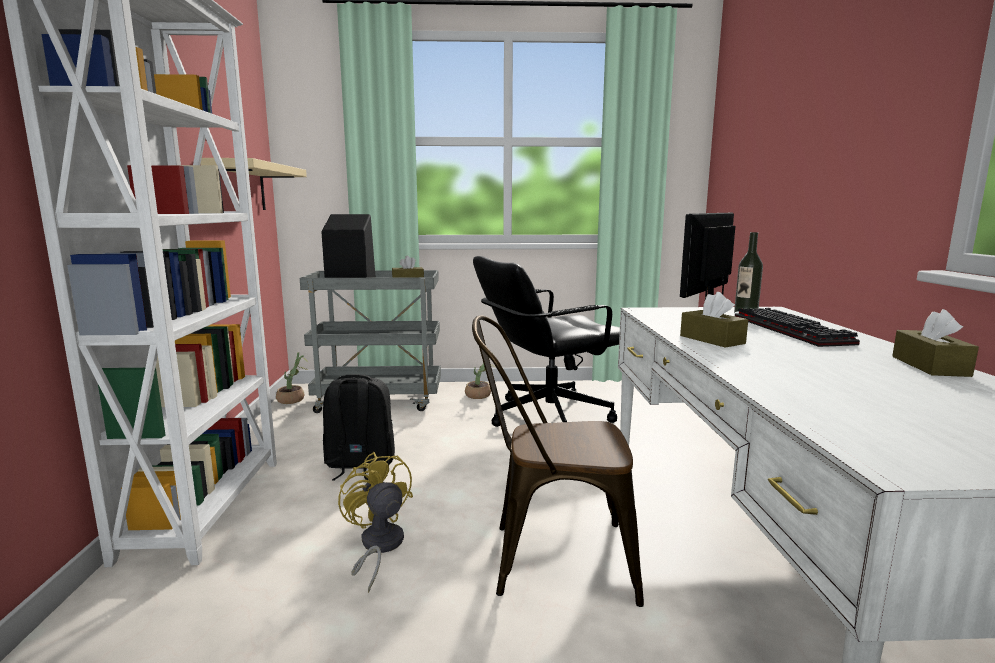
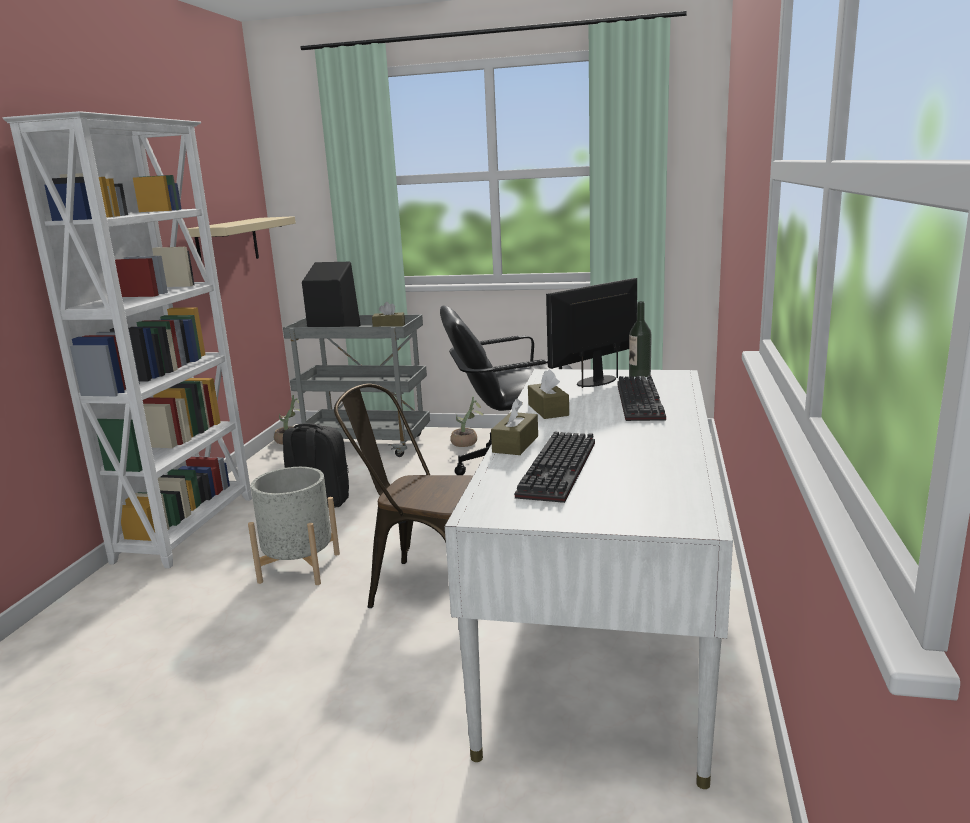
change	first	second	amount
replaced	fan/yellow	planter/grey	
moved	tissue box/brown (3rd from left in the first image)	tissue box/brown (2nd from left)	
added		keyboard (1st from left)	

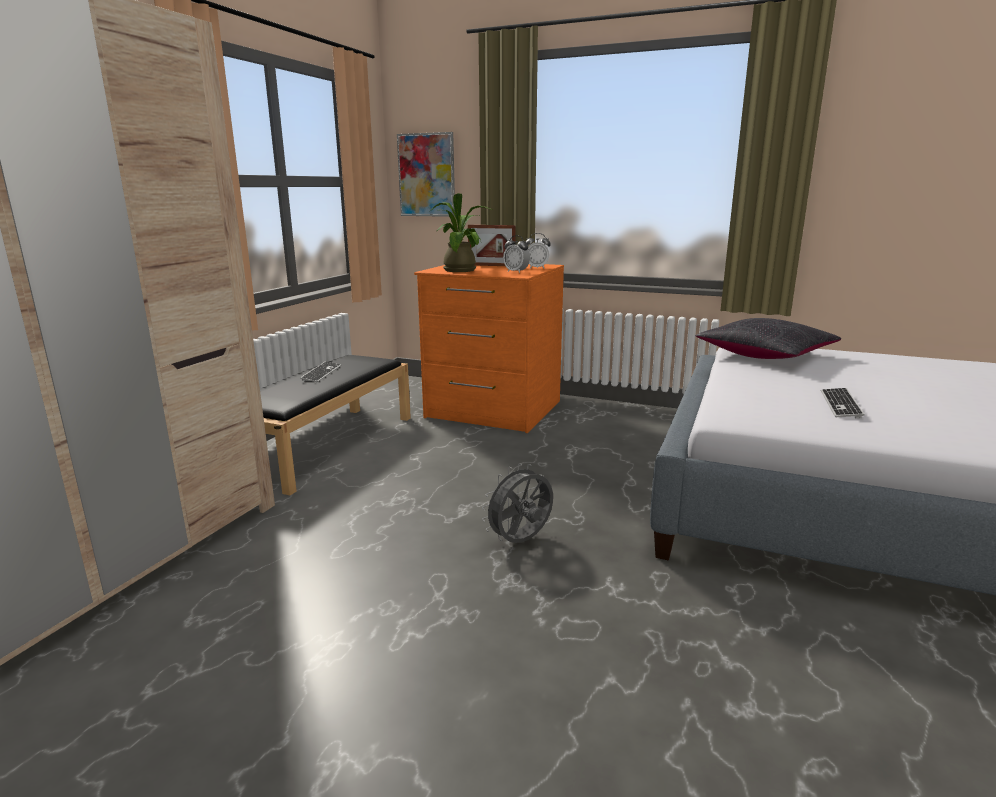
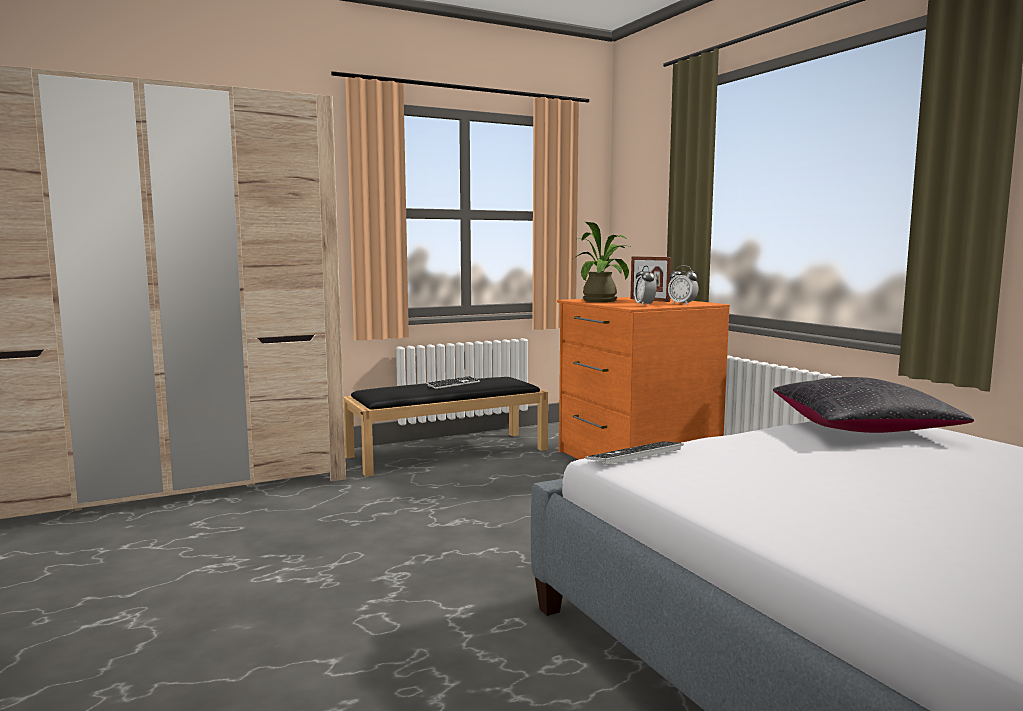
change	first	second	amount
moved	keyboard (2nd from left)		
removed	picture		
removed	fan/grey		

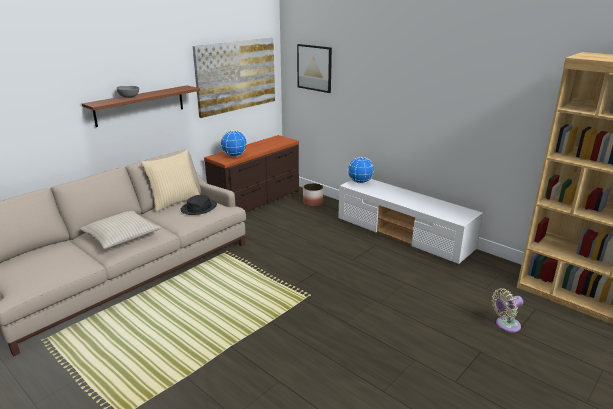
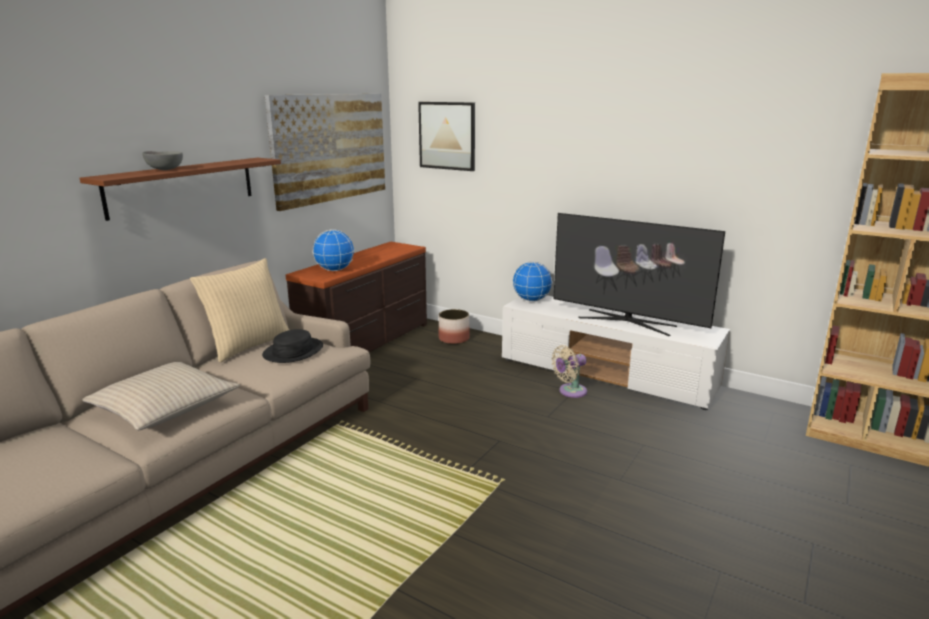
change	first	second	amount
moved	fan/beige		
added		television	

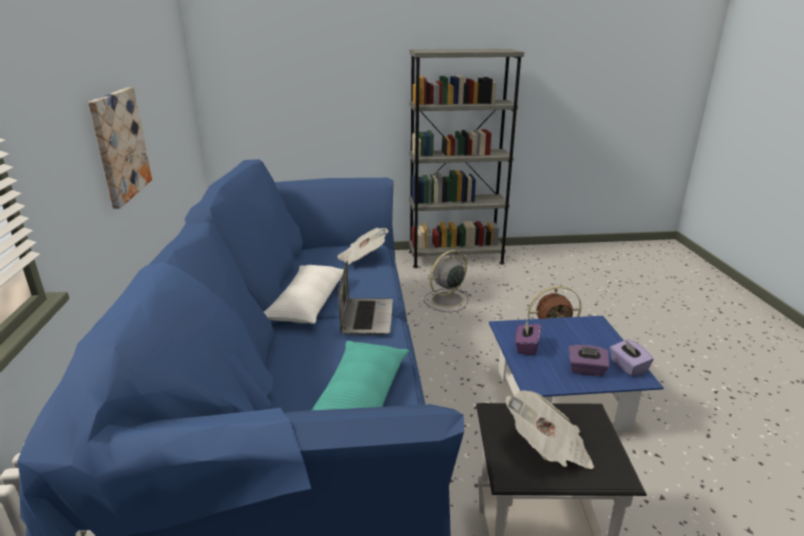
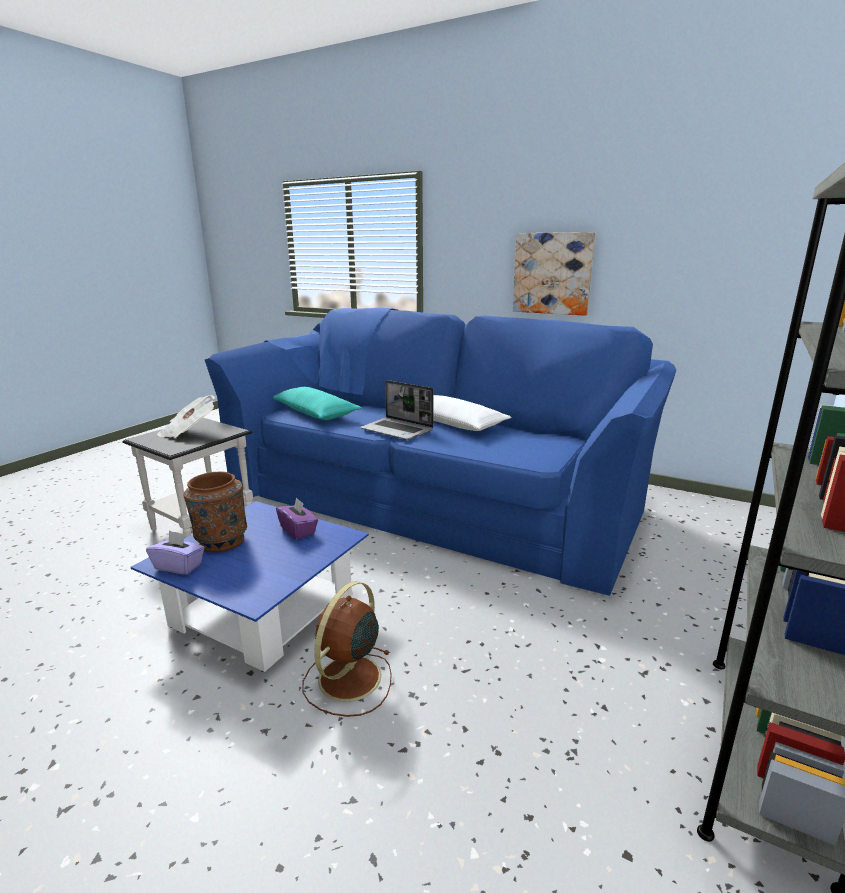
change	first	second	amount
replaced	tissue box/purple (2nd from left)	vase/brown	
removed	newspaper (1st from left)		
removed	fan/grey		

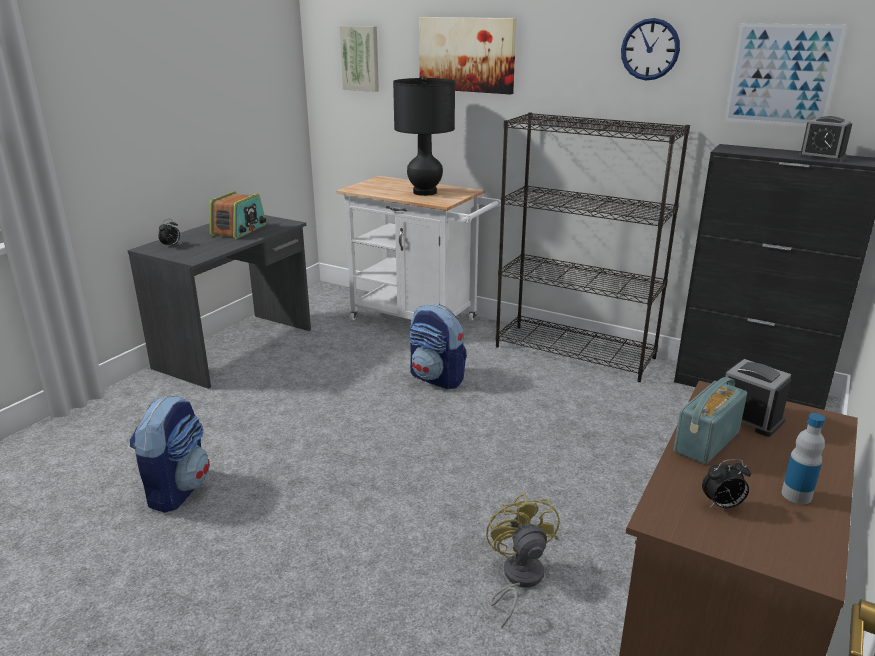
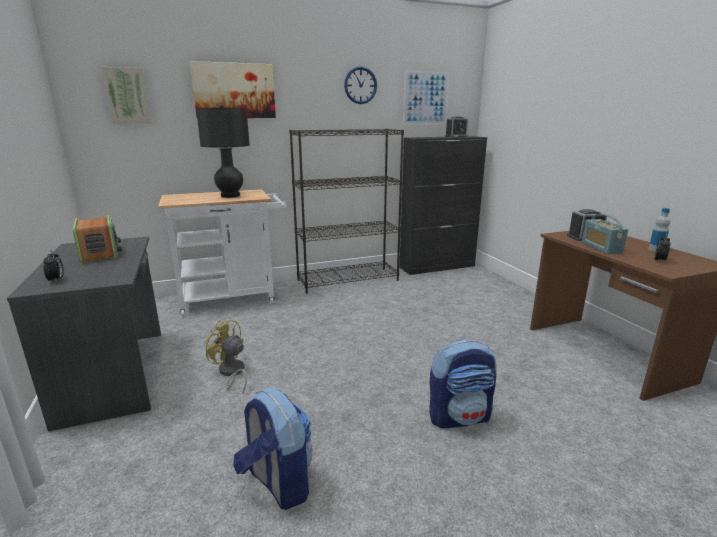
change	first	second	amount
moved	fan/yellow		
moved	backpack (2nd from left)		

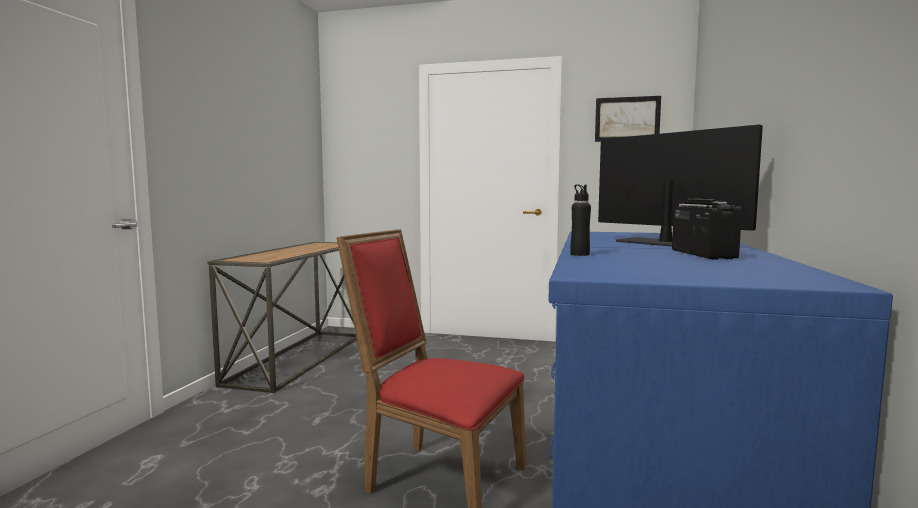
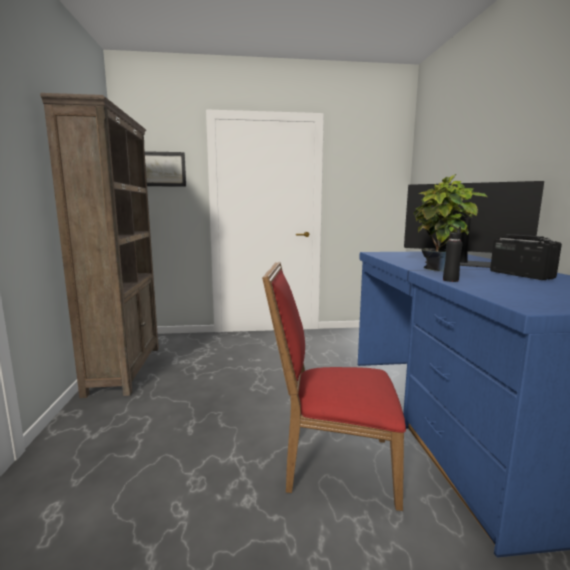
change	first	second	amount
replaced	console table	bookcase/brown	
moved	picture		
added		potted plant	

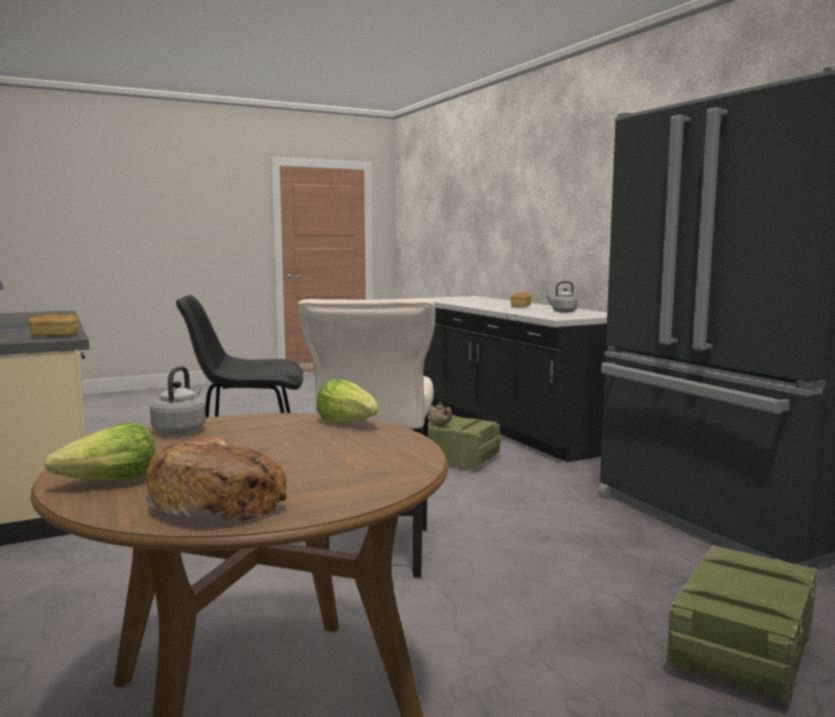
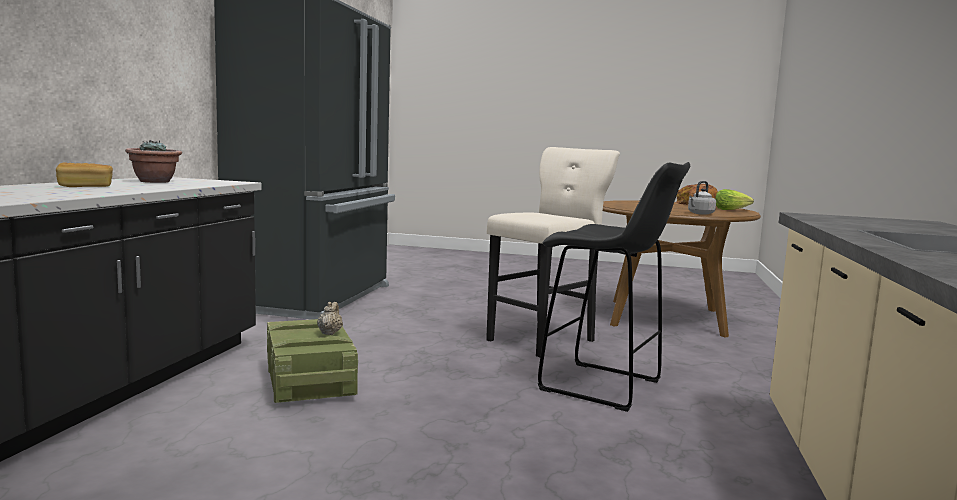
change	first	second	amount
replaced	kettle/grey (2nd from left)	potted plant	
removed	bread (1st from left)		
removed	lettuce (2nd from left)		
removed	crate (2nd from left)		

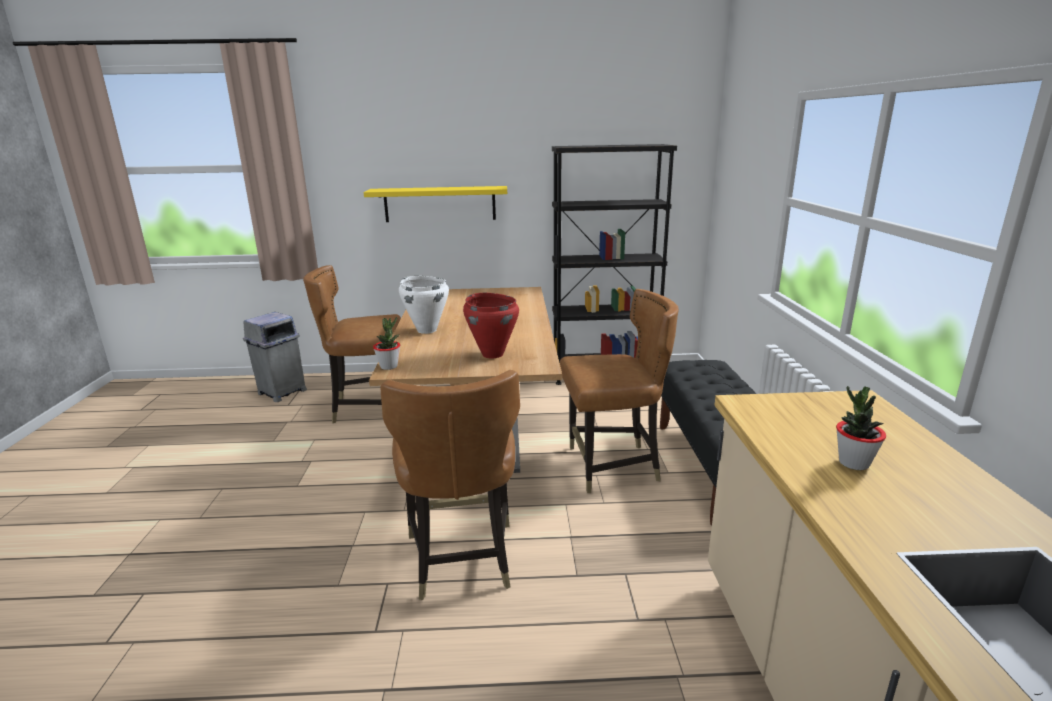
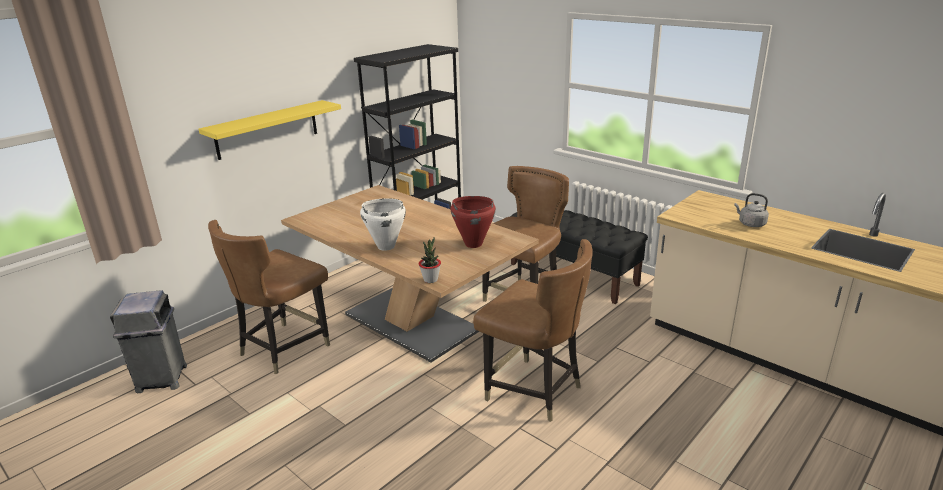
change	first	second	amount
replaced	potted plant (2nd from left)	kettle/grey	

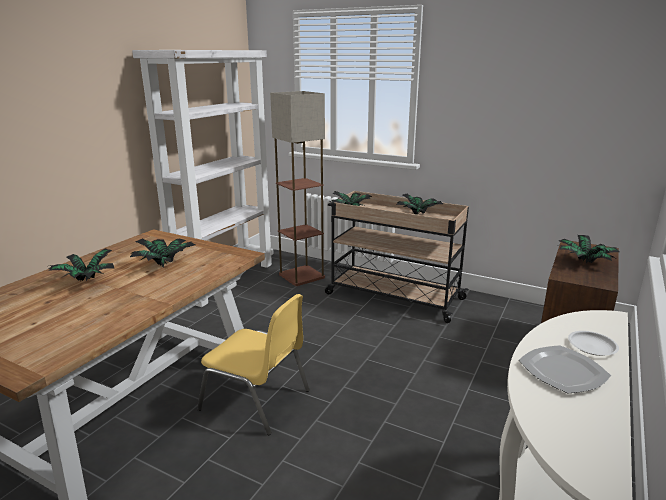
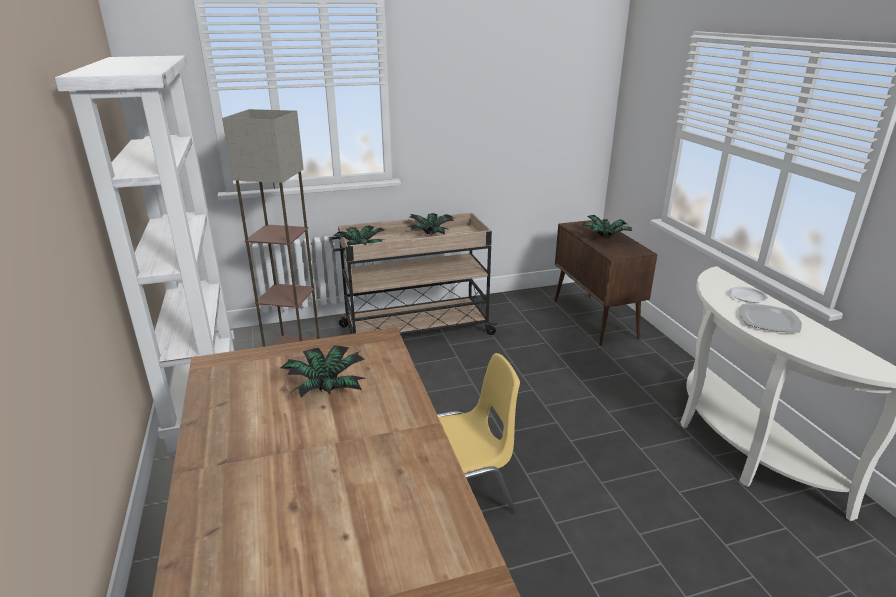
change	first	second	amount
removed	potted plant (1st from left)		

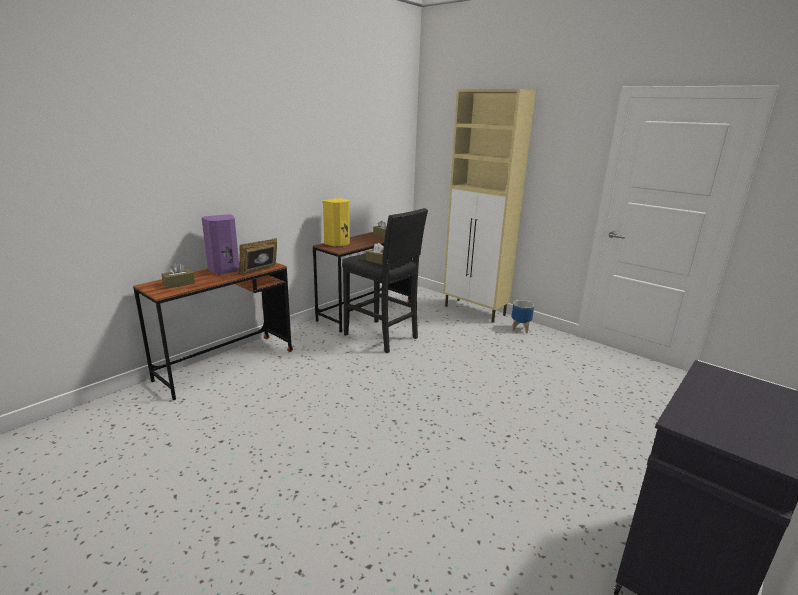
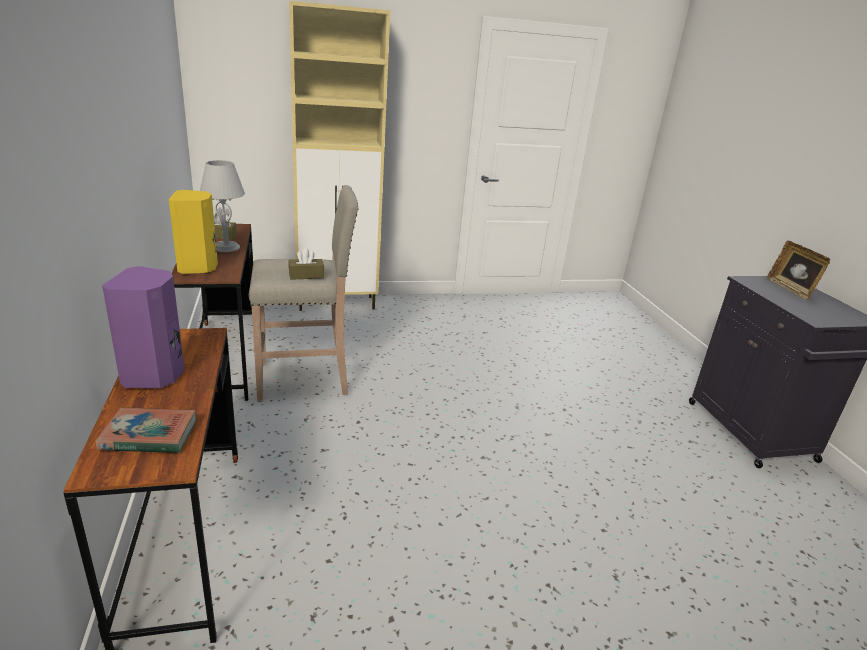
change	first	second	amount
replaced	tissue box/brown (1st from left)	book	
added		table lamp/grey	
recoloured	stool/black	stool/beige	
moved	picture frame		
removed	planter		

